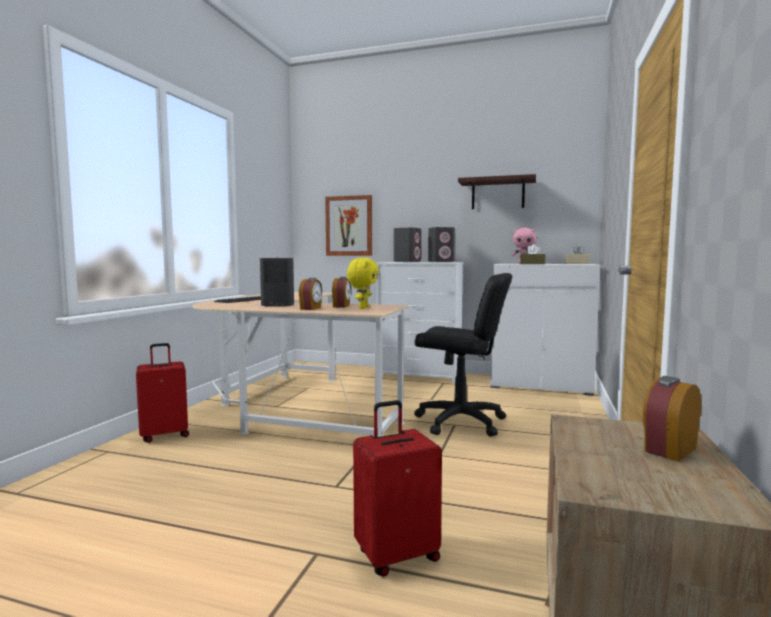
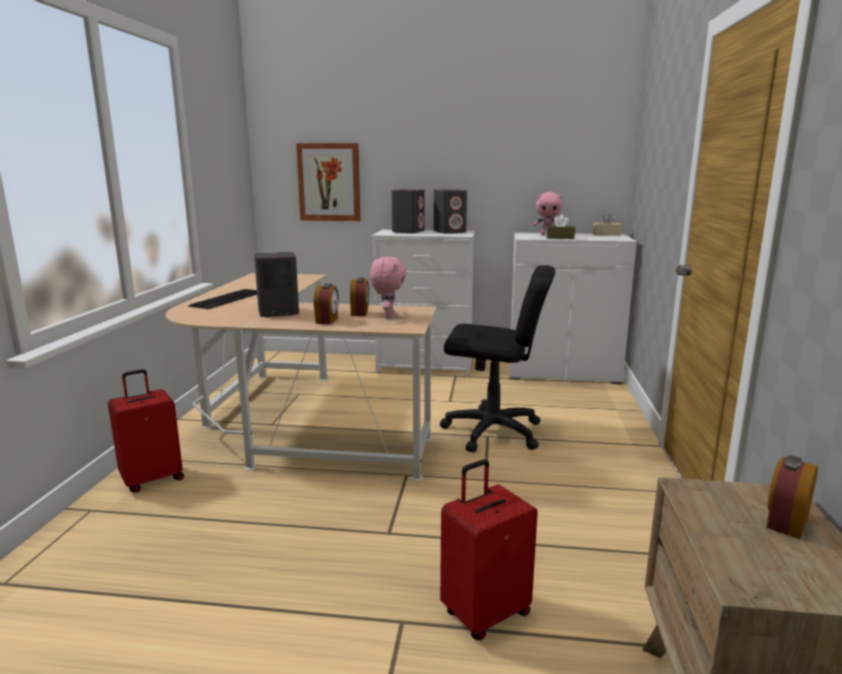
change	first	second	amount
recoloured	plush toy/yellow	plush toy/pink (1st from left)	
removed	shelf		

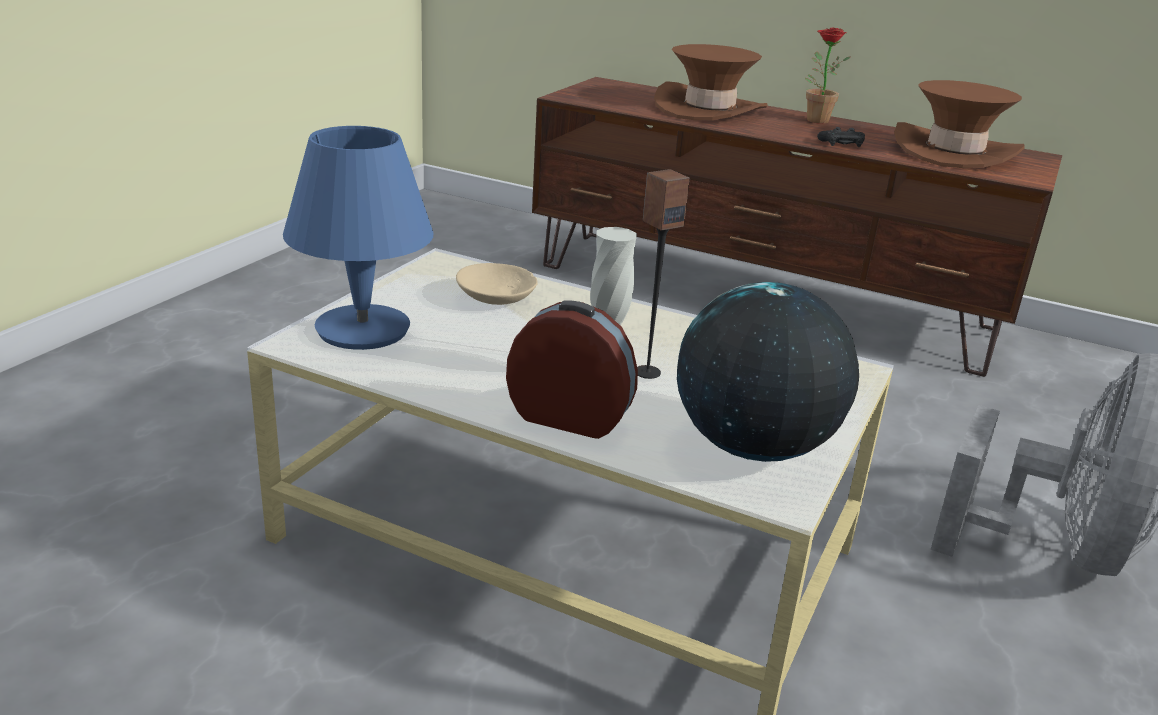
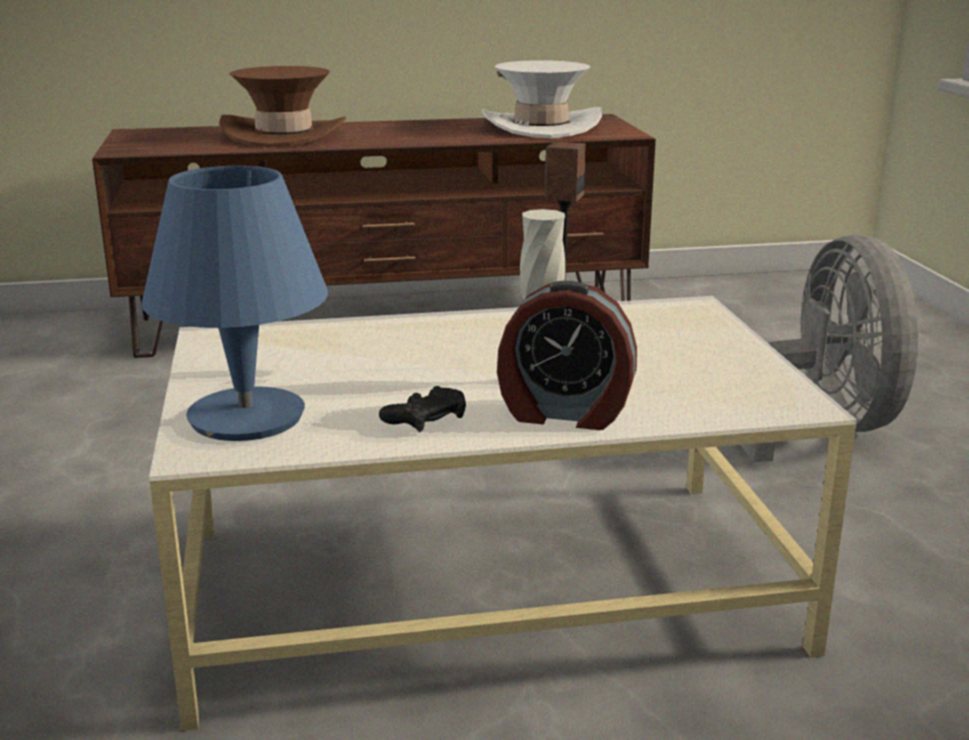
change	first	second	amount
moved	game controller/black		
recoloured	hat/brown (2nd from left)	hat/white	
turned	alarm clock		150 degrees counterclockwise
removed	bowl/beige		
removed	globe		
removed	potted plant		

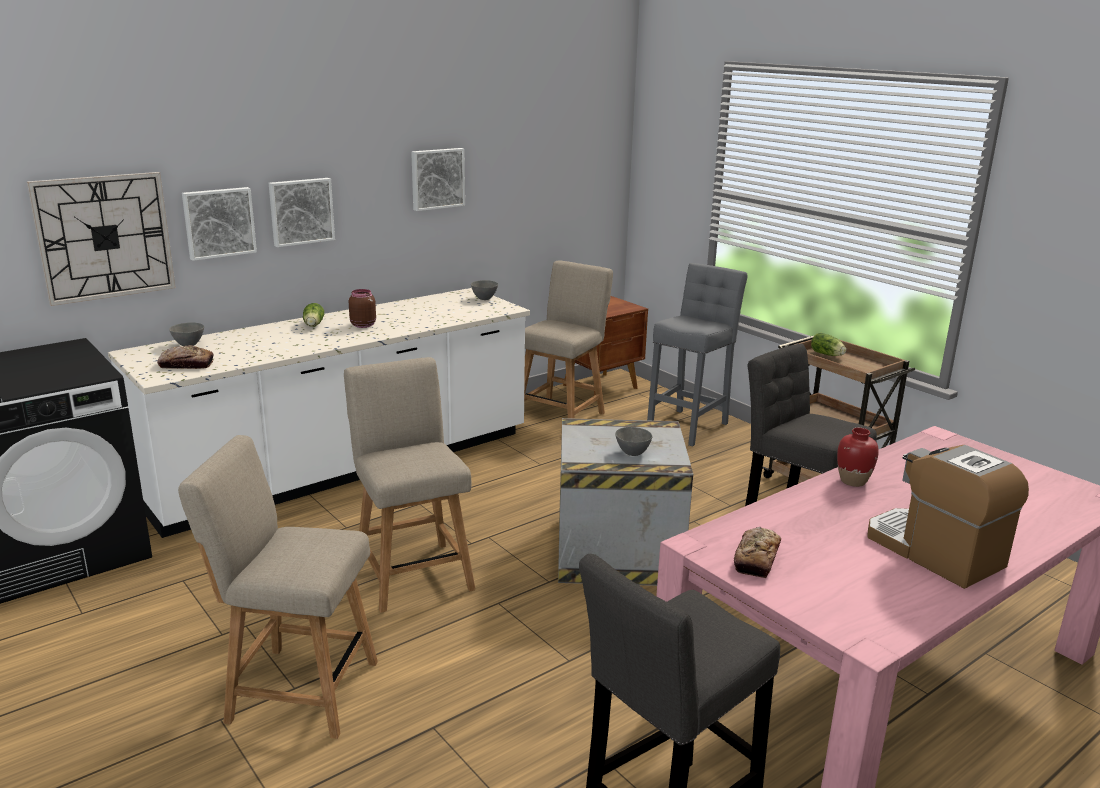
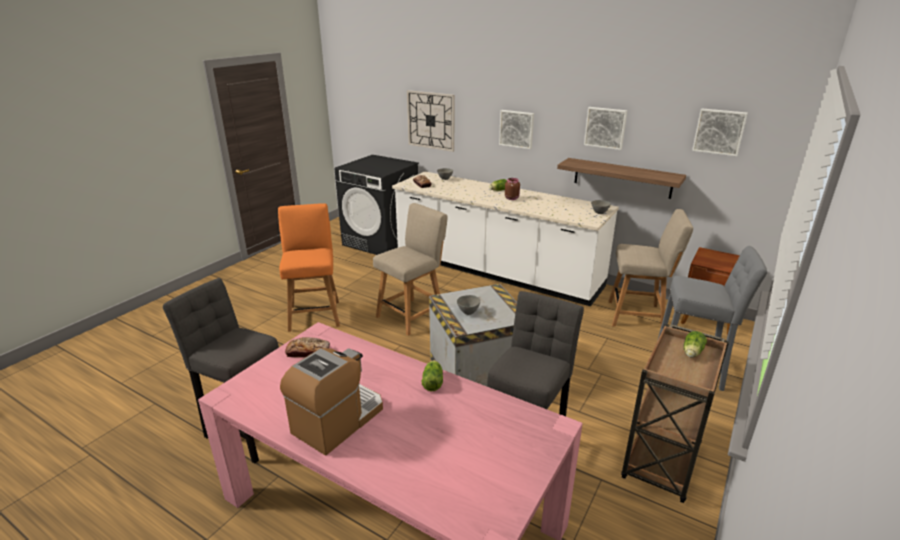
change	first	second	amount
recoloured	chair/beige (1st from left)	chair/orange	
replaced	vase/red	lettuce (1st from left)	
added		shelf	
moved	picture (1st from left in the first image)	picture (3rd from left)	

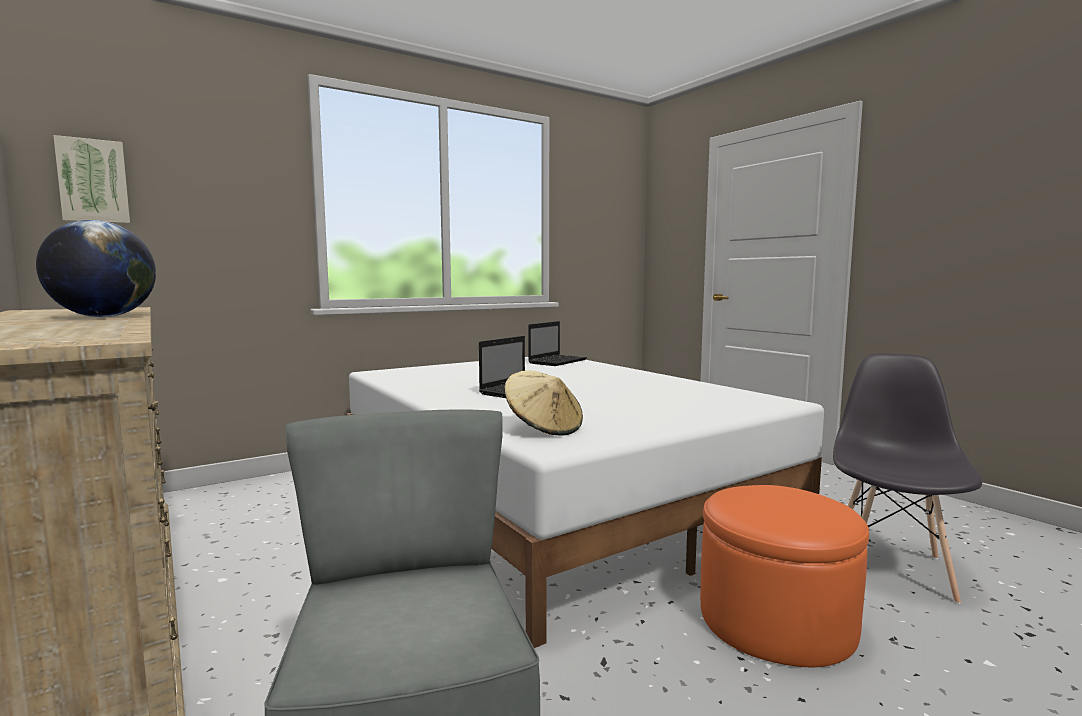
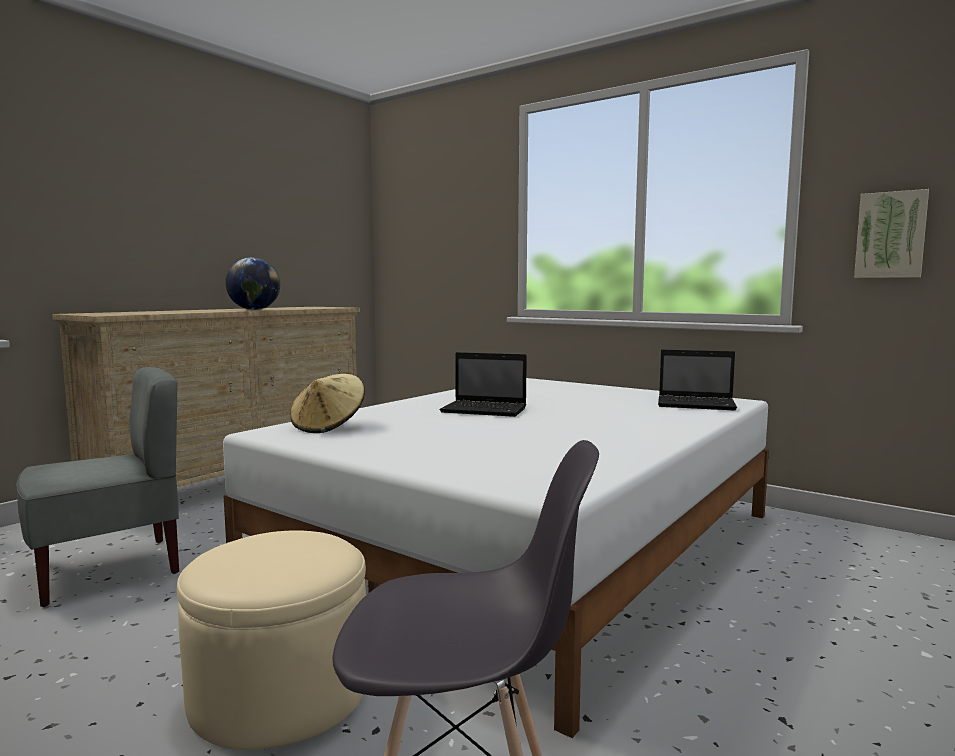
change	first	second	amount
recoloured	ottoman/orange	ottoman/beige	
moved	picture		

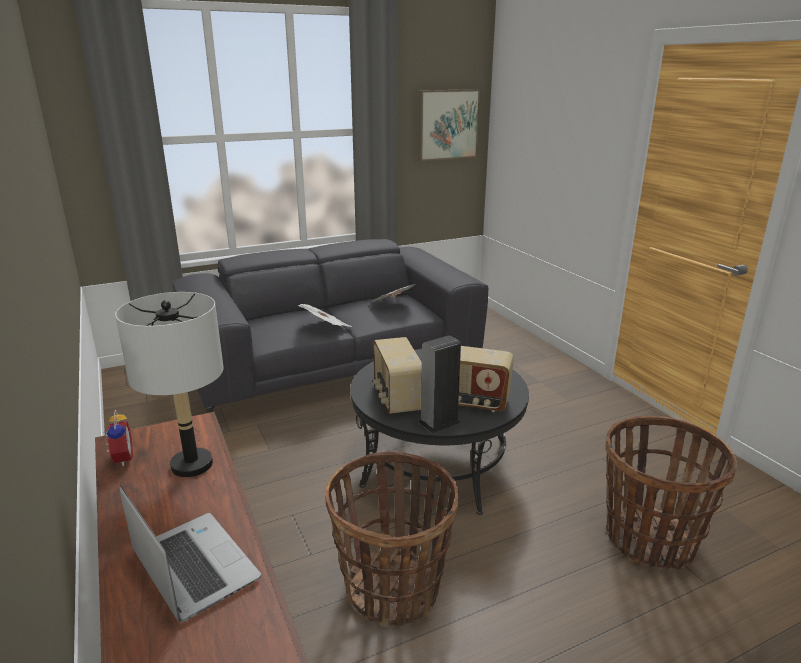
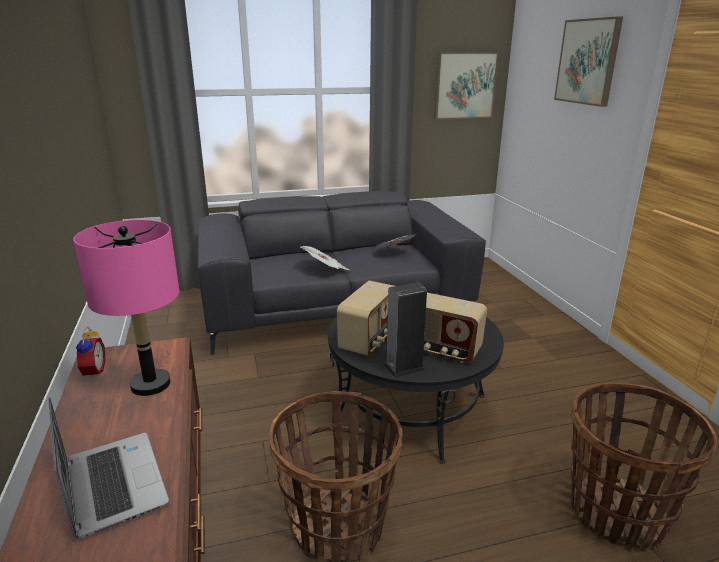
change	first	second	amount
recoloured	table lamp/grey	table lamp/pink	
turned	radio (1st from left)		150 degrees counterclockwise
added		picture (2nd from left)	

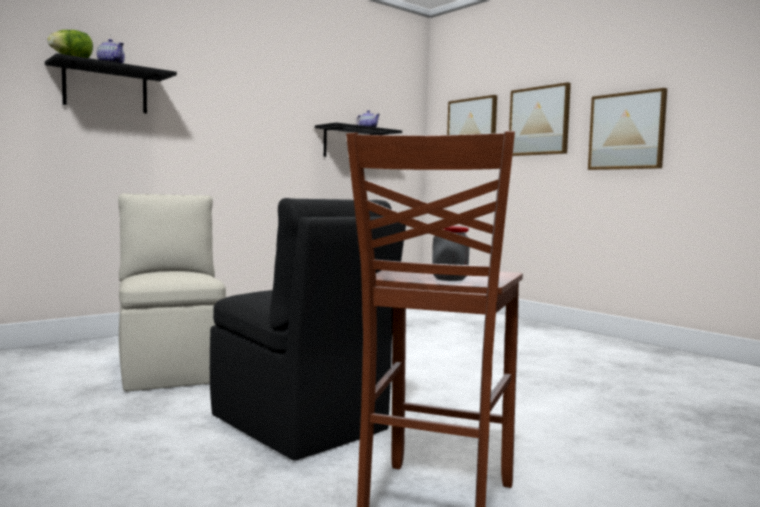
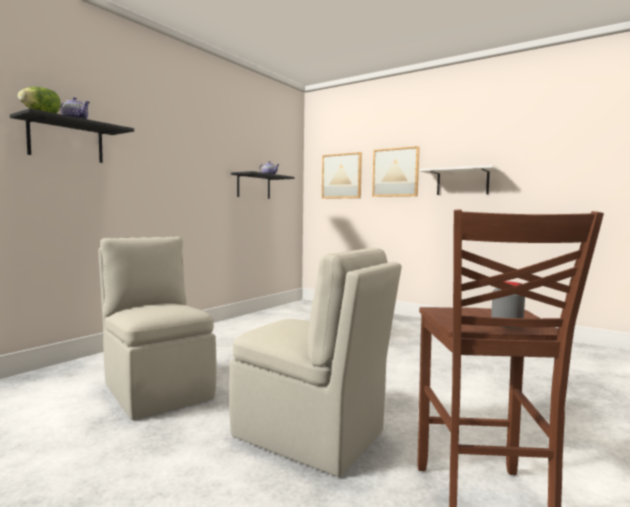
change	first	second	amount
recoloured	chair/black	chair/beige (2nd from left)	
replaced	picture (3rd from left)	shelf/white	

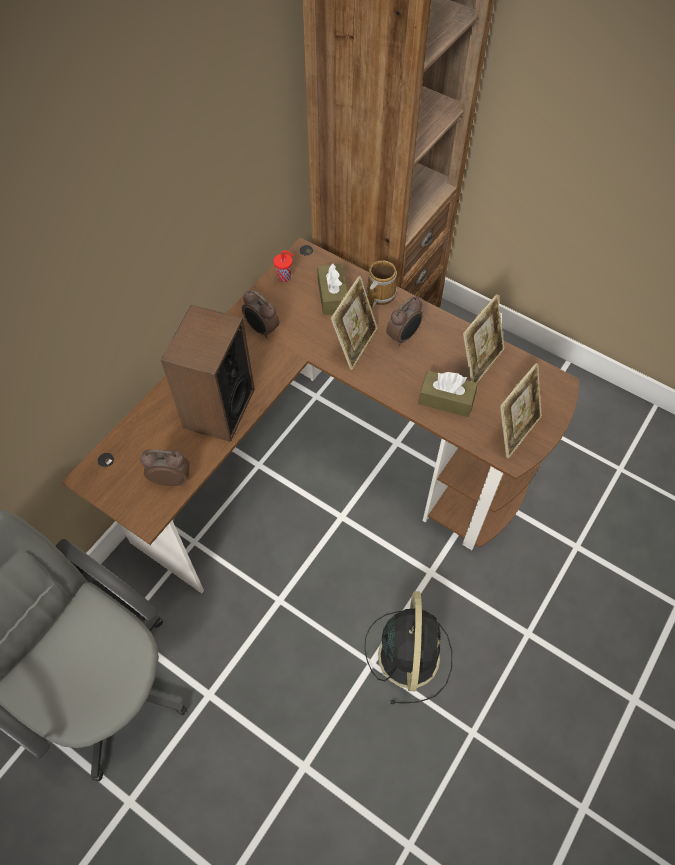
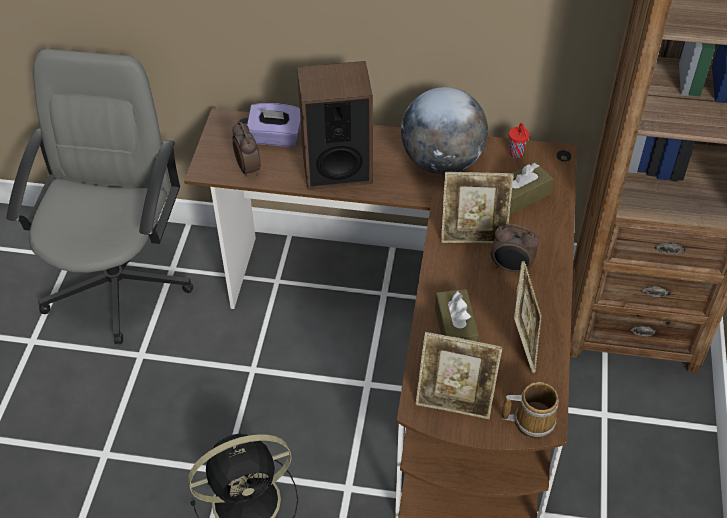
change	first	second	amount
added		tissue box/purple	
replaced	alarm clock (2nd from left)	globe	
moved	mug		
turned	picture frame (2nd from left in the first image)	picture frame (3rd from left)	90 degrees counterclockwise

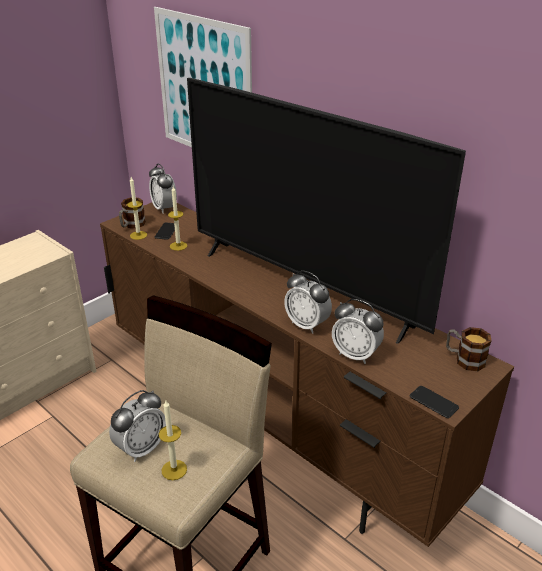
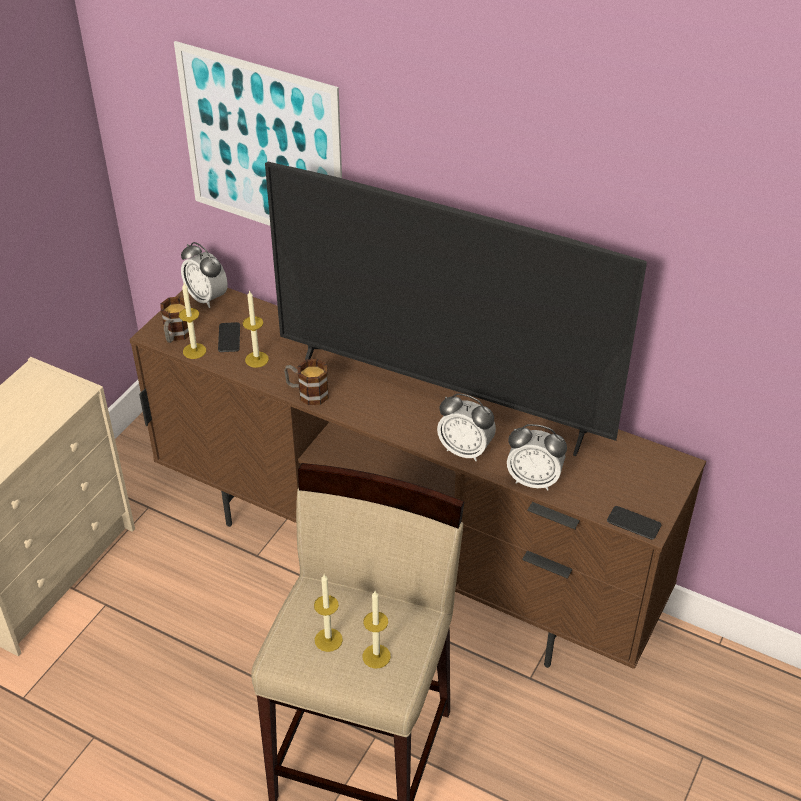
change	first	second	amount
moved	mug (2nd from left)		
replaced	alarm clock (1st from left)	candle (3rd from left)	

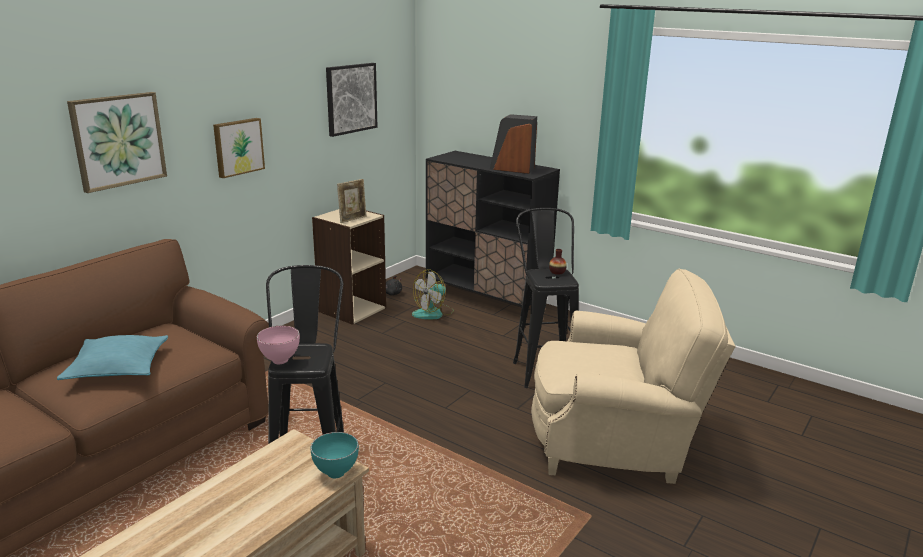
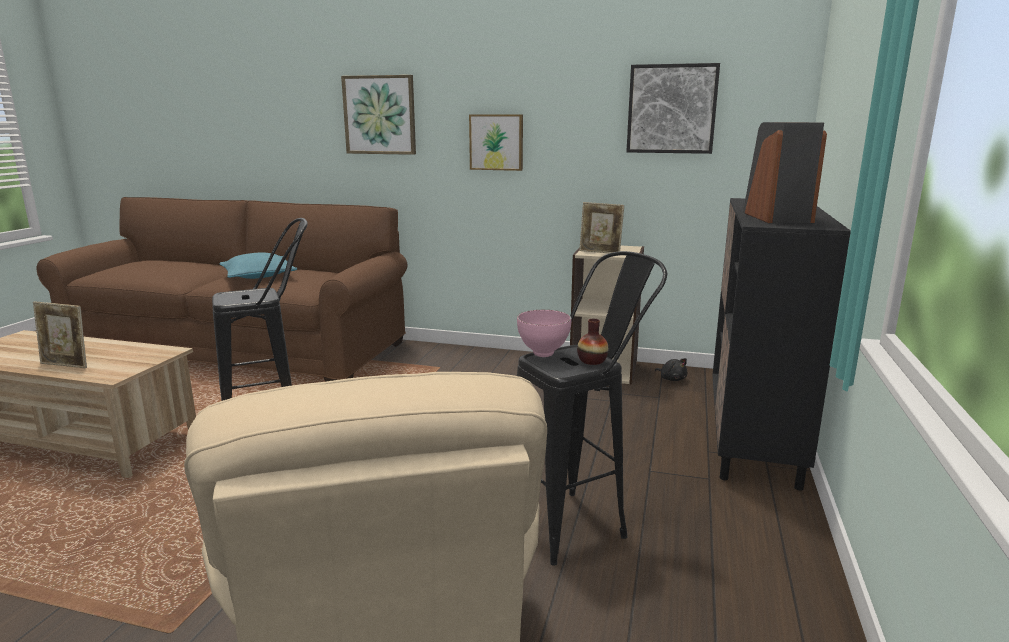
change	first	second	amount
added		picture frame (1st from left)	
moved	bowl/pink		
removed	bowl/turquoise		
removed	fan		

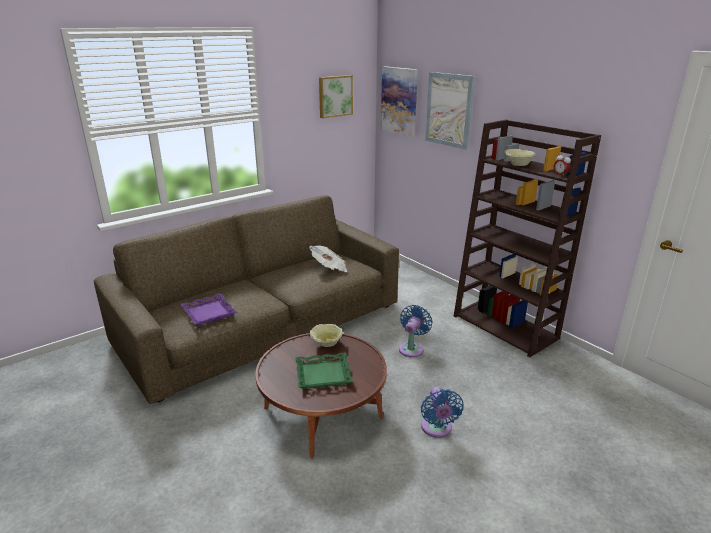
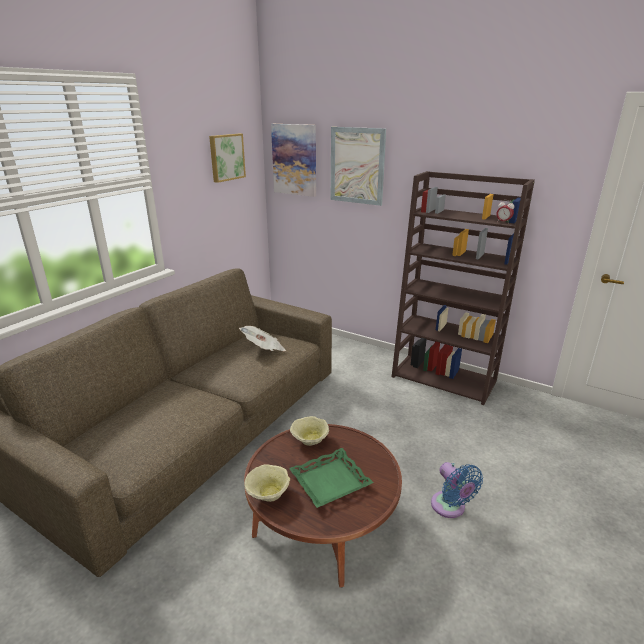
change	first	second	amount
moved	bowl/beige (2nd from left in the first image)	bowl/beige (1st from left)	
removed	tray/purple		
removed	fan/blue (1st from left)		

